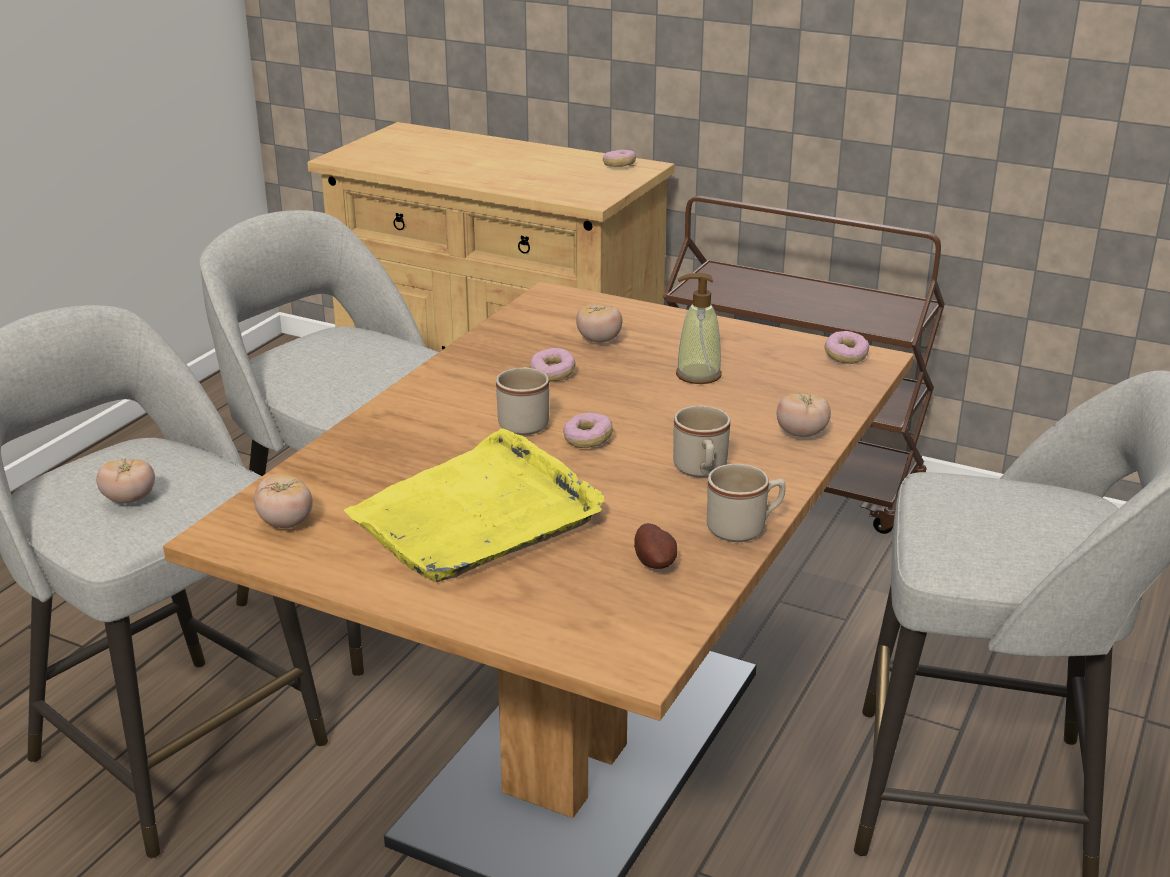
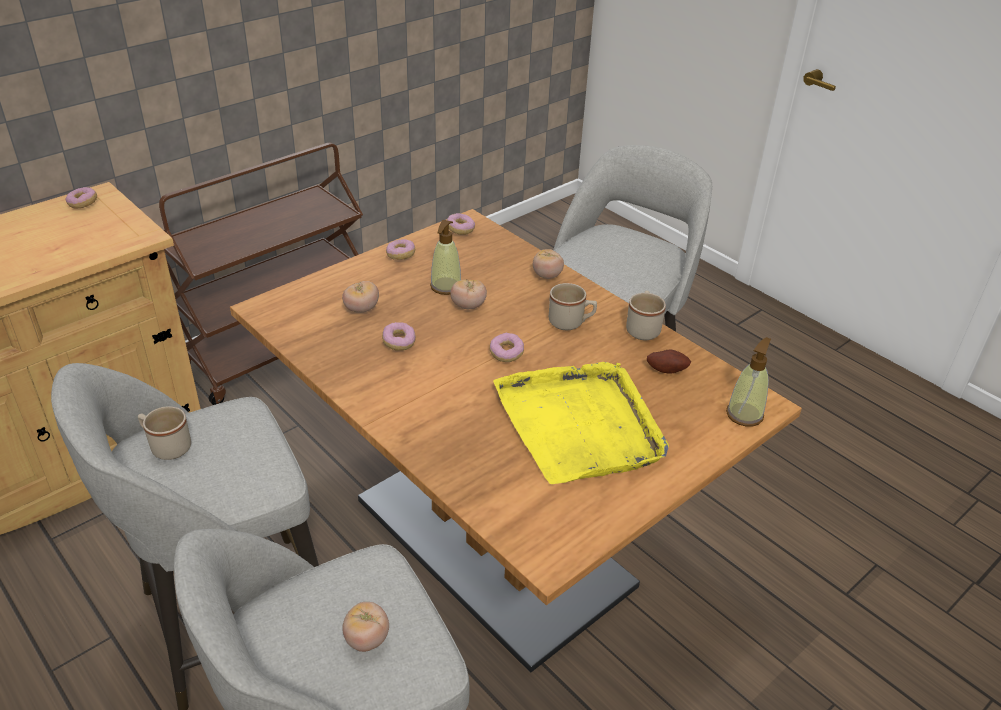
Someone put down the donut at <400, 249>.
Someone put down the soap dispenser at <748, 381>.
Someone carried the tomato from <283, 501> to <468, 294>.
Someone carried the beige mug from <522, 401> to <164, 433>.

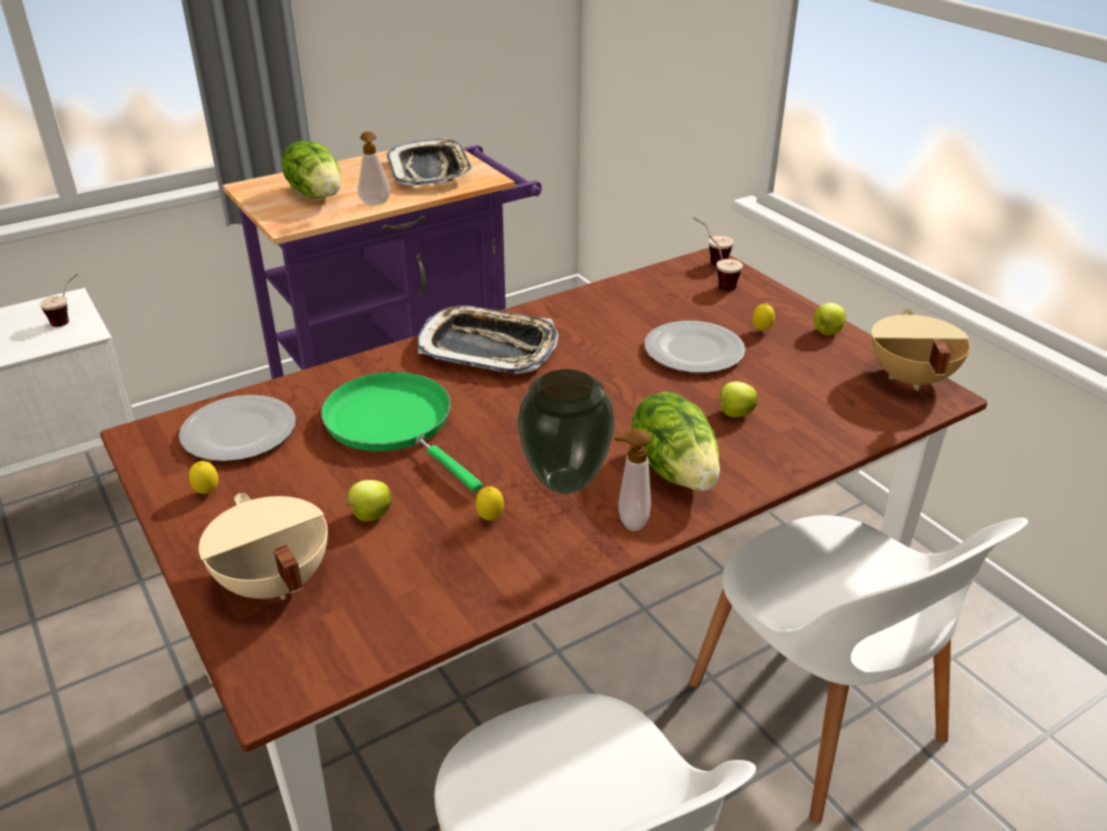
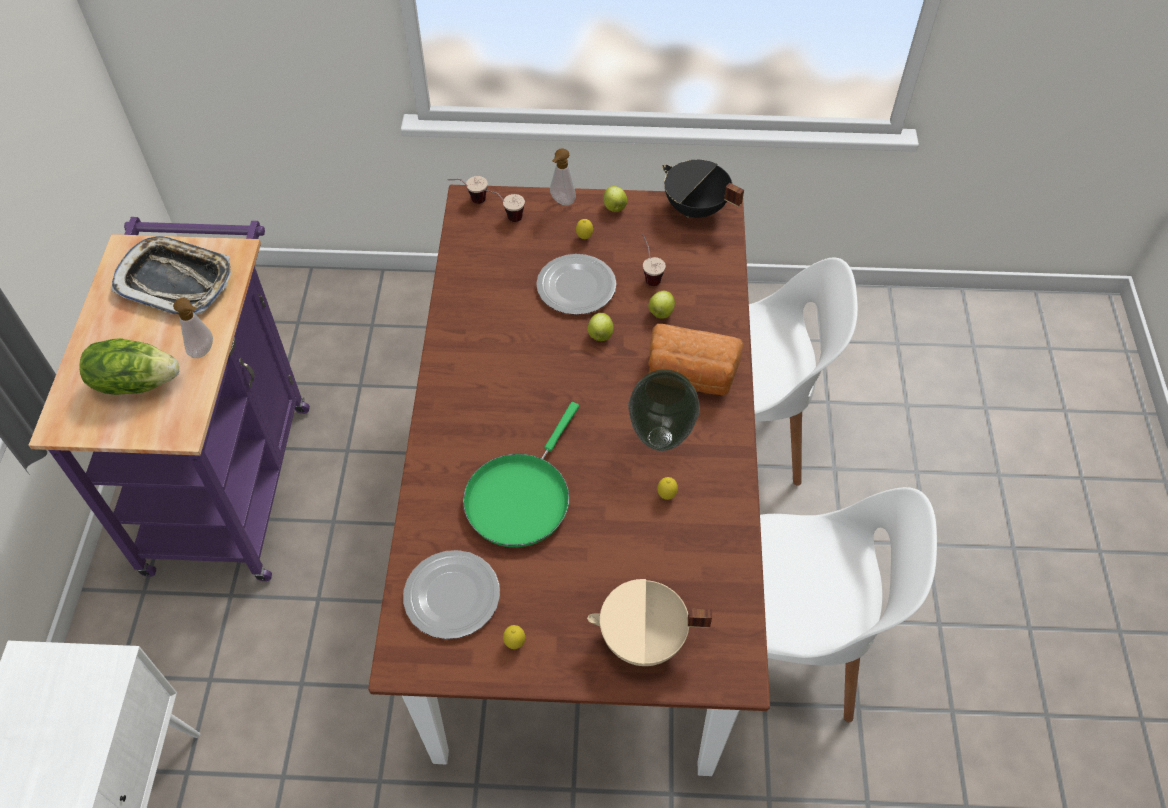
Someone took away the tray at <488, 339>.
Someone carried the cup from <59, 300> to <654, 260>.
Someone carried the apple from <368, 501> to <601, 327>.
Someone carried the soap dispenser from <632, 480> to <563, 176>.
Someone swapped the lettuce at <676, 441> for the bread at <696, 359>.
Someone repainted the beige cooking pot at <920, 349>, which became the black cooking pot at <703, 189>.
Someone rotated the green frying pan at <401, 432> by 60 degrees counterclockwise.

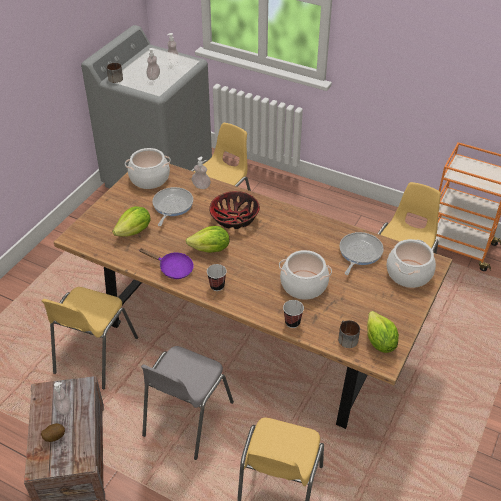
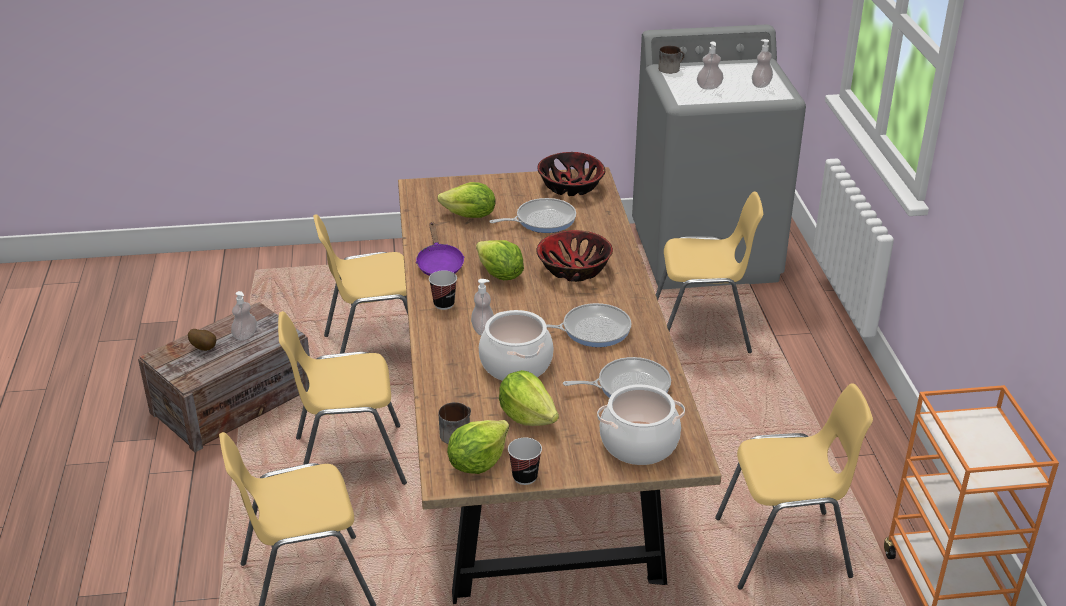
Someone put down the lettuce at <529, 398>.
Someone put down the frying pan at <588, 325>.
Someone carried the soap dispenser from <201, 173> to <482, 307>.
Someone carried the cup from <293, 314> to <525, 461>.
Someone swapped the cooking pot at <148, 168> for the bowl at <571, 174>.
Someone repainted the grey chair at <187, 403>, which became the yellow chair at <342, 398>.

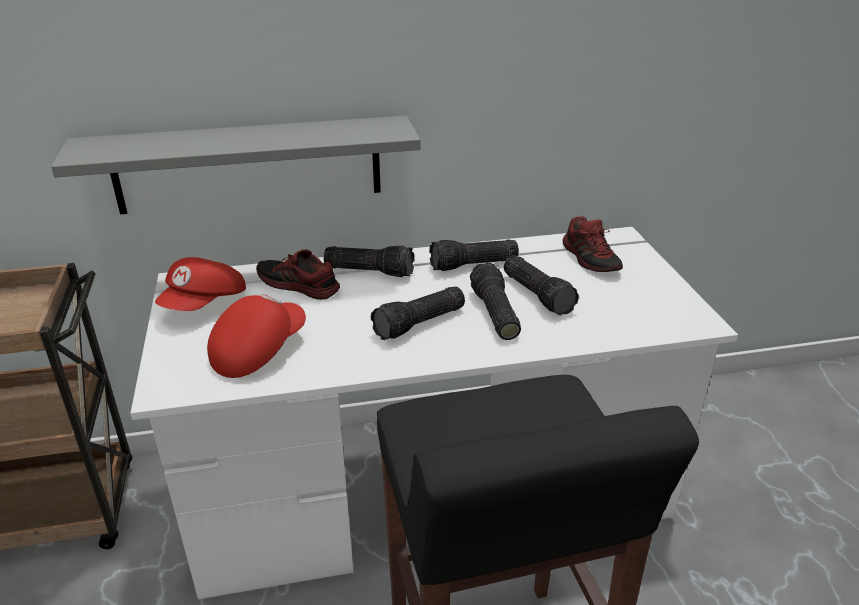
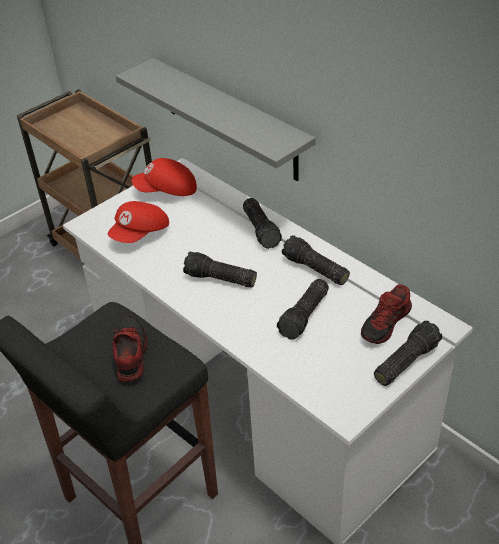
Someone carried the shoe from <298, 274> to <130, 349>.
Someone carried the flashlight from <495, 301> to <408, 353>.
Someone rotated the red cap at <256, 336> by 120 degrees clockwise.

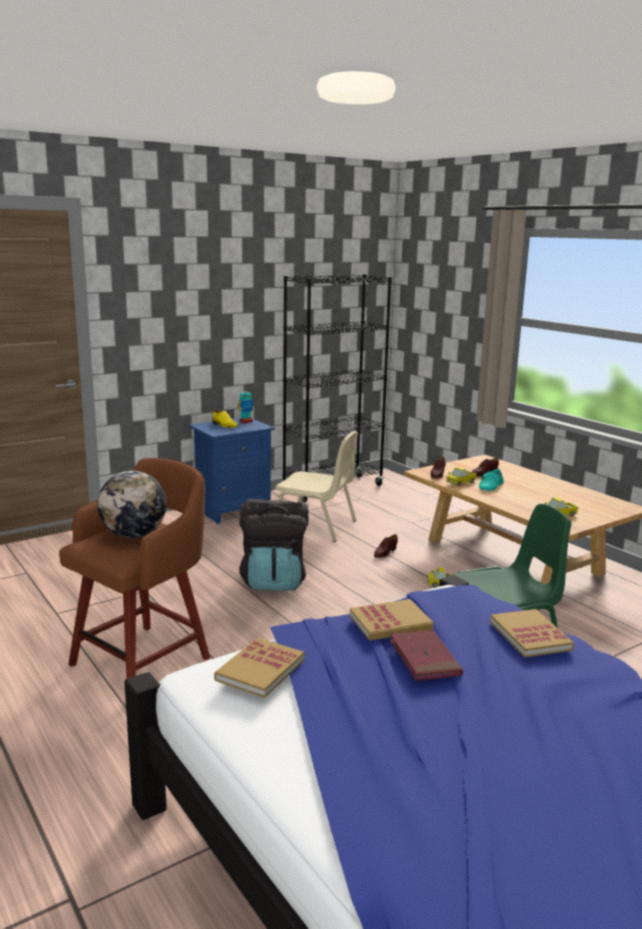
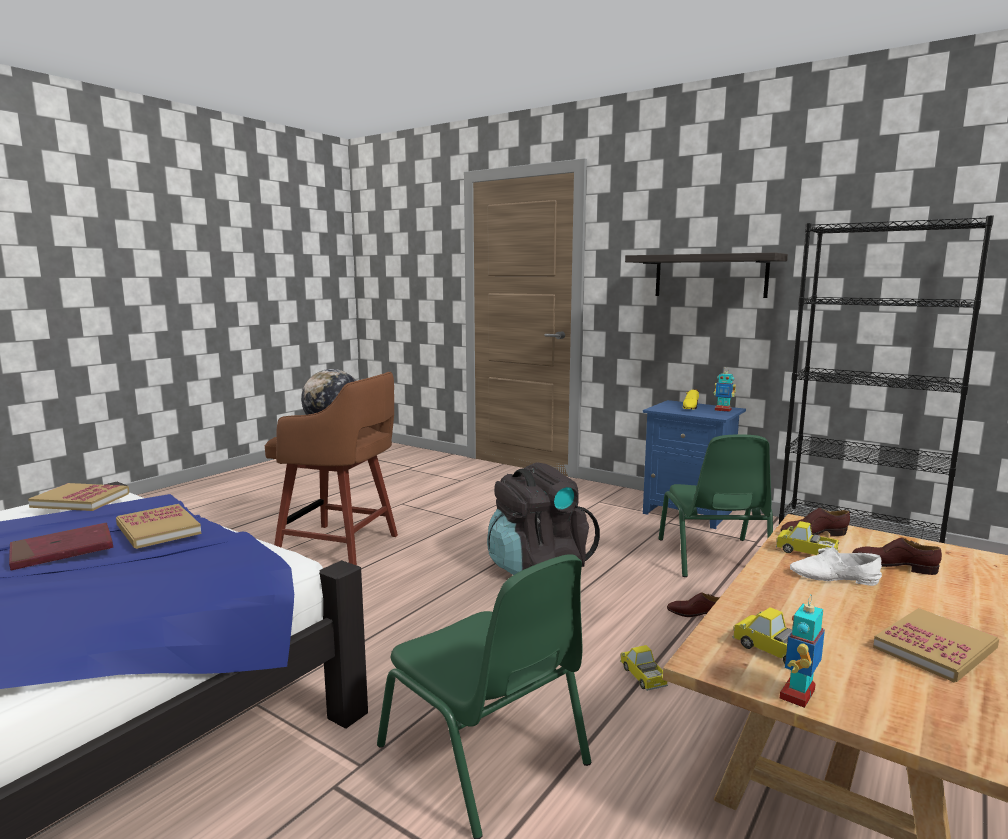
Someone put up the shelf at <706, 275>.
Someone put down the toy robot at <802, 651>.
Someone carried the book from <532, 633> to <936, 645>.
Someone repainted the beige chair at <316, 486>, which became the green chair at <716, 506>.
Someone repainted the turquoise shoe at <491, 480>, which became the white shoe at <836, 566>.

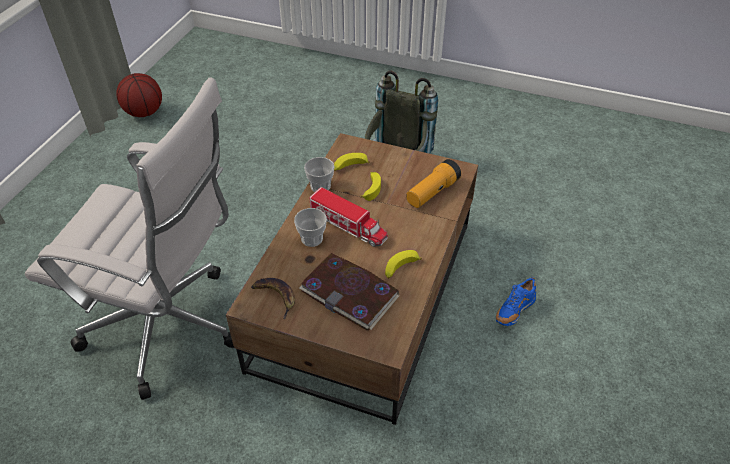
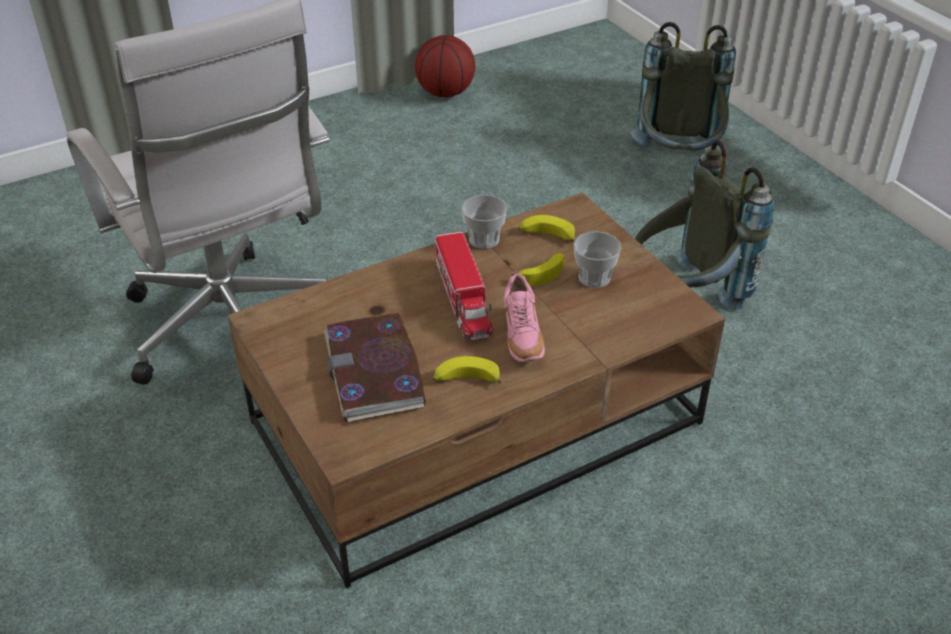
Someone took away the banana at <273, 298>.
Someone took away the flashlight at <433, 183>.
Someone took away the blue shoe at <516, 301>.
Someone put down the pink shoe at <524, 317>.
Someone put down the grey backpack at <683, 86>.
Someone carried the cup from <310, 227> to <597, 259>.

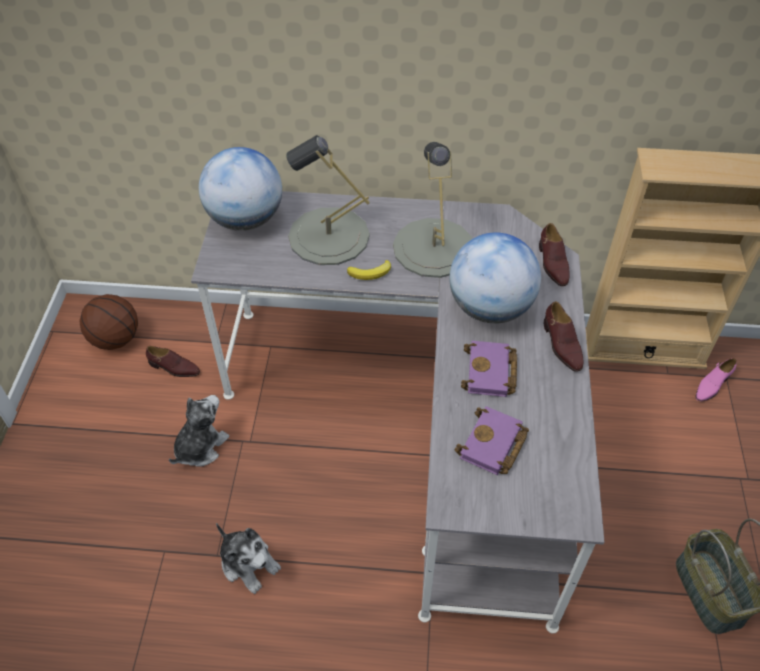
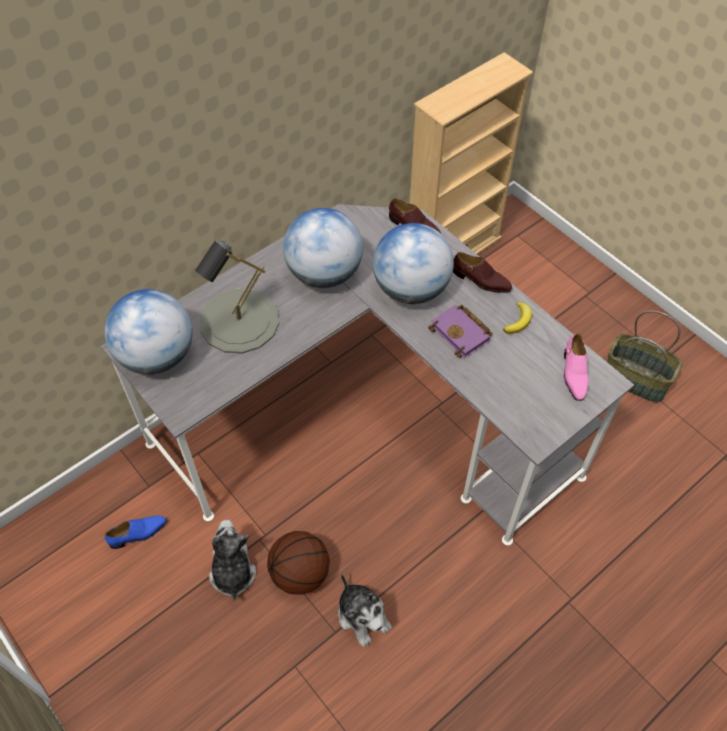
Someone took away the purple book at <491, 440>.
Someone carried the basketball from <109, 322> to <298, 563>.
Someone carried the banana from <369, 270> to <517, 318>.
Someone carried the pink shoe from <716, 380> to <576, 367>.
Someone swapped the grey table lamp at <432, 210> for the globe at <323, 248>.
Someone repainted the brown shoe at <173, 361>, which became the blue shoe at <136, 532>.
Someone rotated the plush toy at <248, 558> by 60 degrees clockwise.

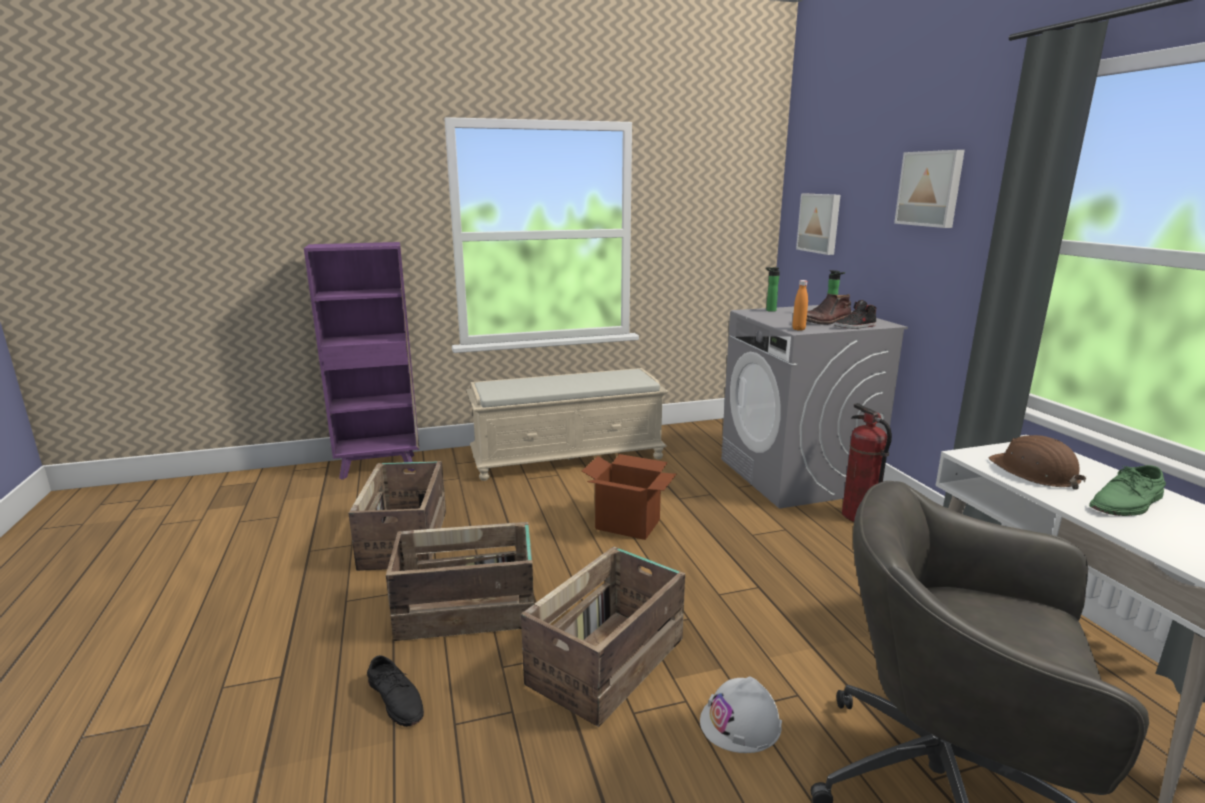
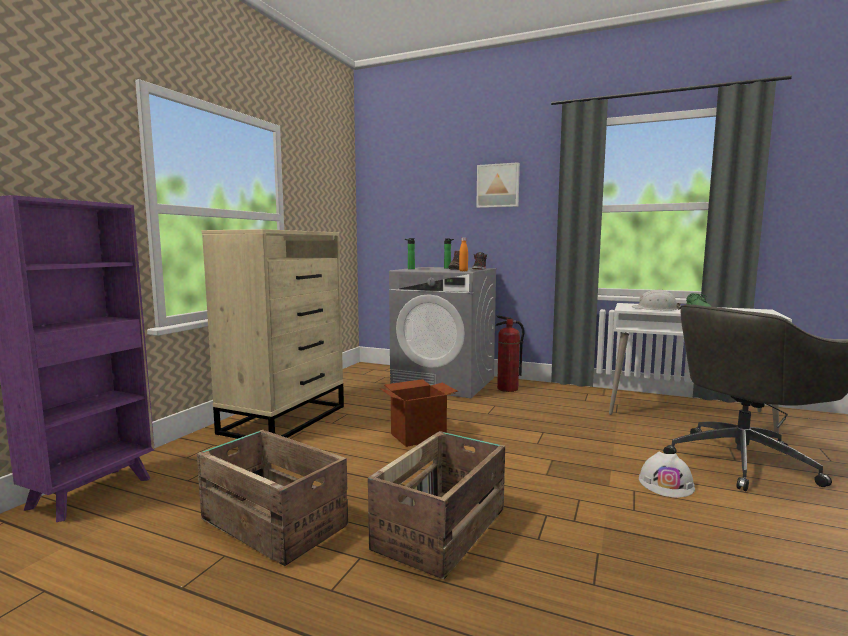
Someone took away the black shoe at <395, 691>.
Someone took away the crate at <603, 636>.
Someone took away the picture at <818, 224>.
Someone swapped the beige bench at <567, 424> for the beige dresser at <273, 334>.
Someone repainted the brown hard hat at <1037, 462>, which became the white hard hat at <656, 300>.

